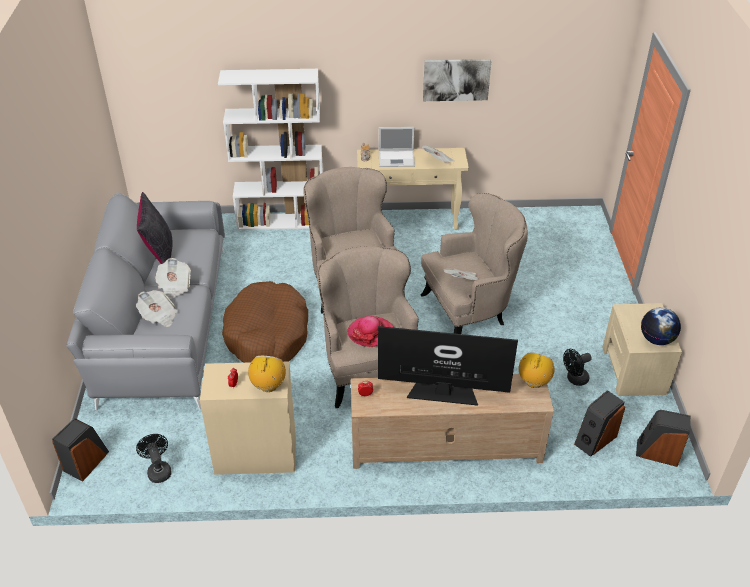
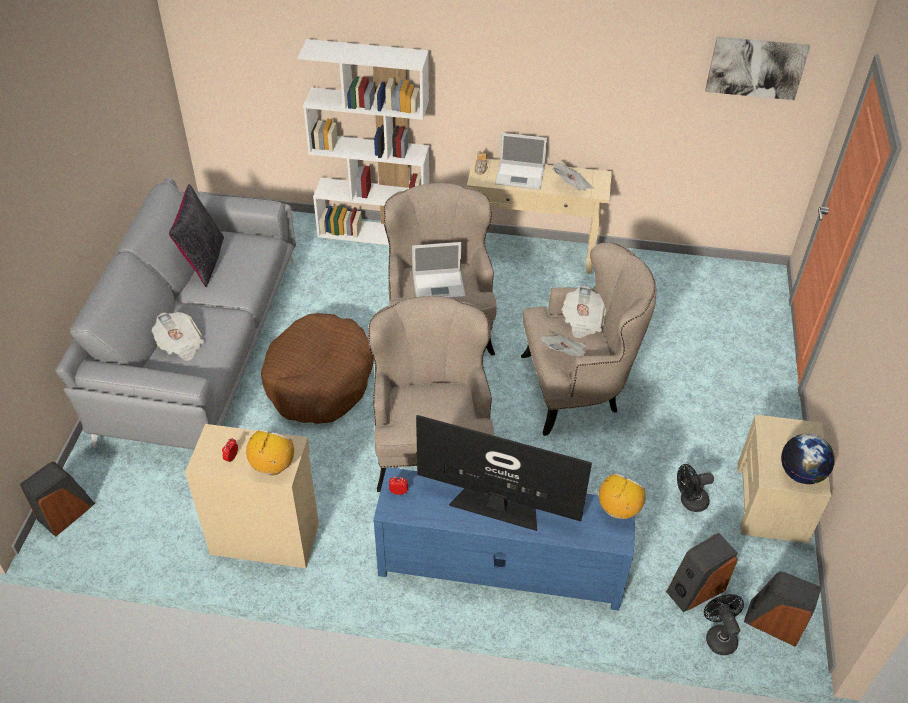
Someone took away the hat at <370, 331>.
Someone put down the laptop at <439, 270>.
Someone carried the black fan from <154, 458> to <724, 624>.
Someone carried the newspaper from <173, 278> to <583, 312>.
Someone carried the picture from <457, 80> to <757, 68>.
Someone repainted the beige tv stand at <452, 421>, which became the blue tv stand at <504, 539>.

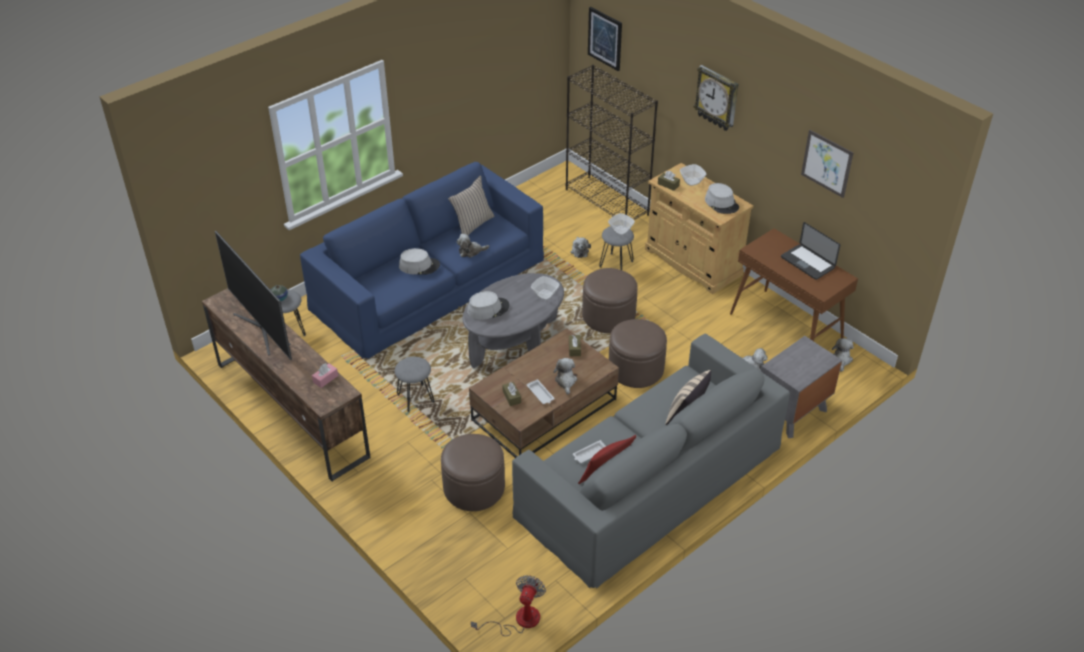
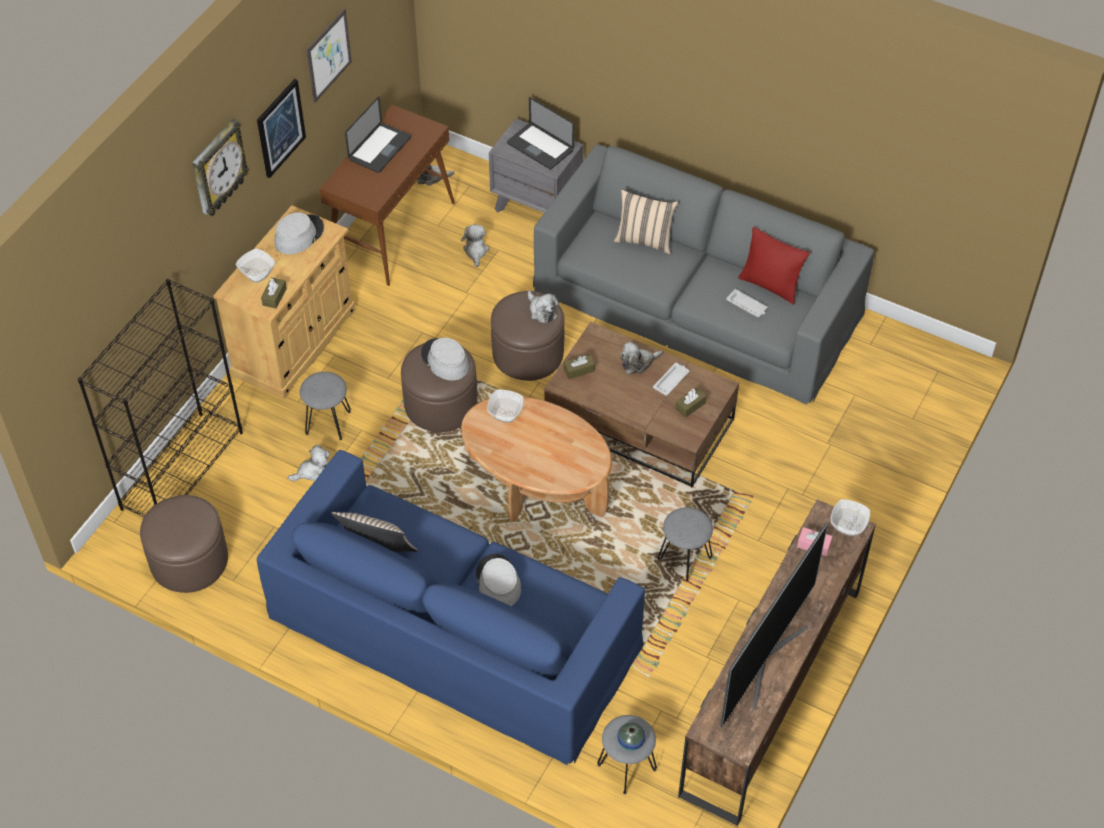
Someone took away the fan at <508, 605>.
Someone put down the laptop at <540, 133>.
Someone carried the brown ottoman from <473, 472> to <184, 544>.
Someone carried the plush toy from <472, 245> to <543, 307>.
Someone carried the grey hat from <488, 305> to <445, 359>.
Someone carried the picture from <605, 39> to <281, 128>.
Someone carried the bowl from <621, 224> to <850, 517>.
Someone repainted the grey coffee table at <513, 320>, which became the brown coffee table at <536, 459>.

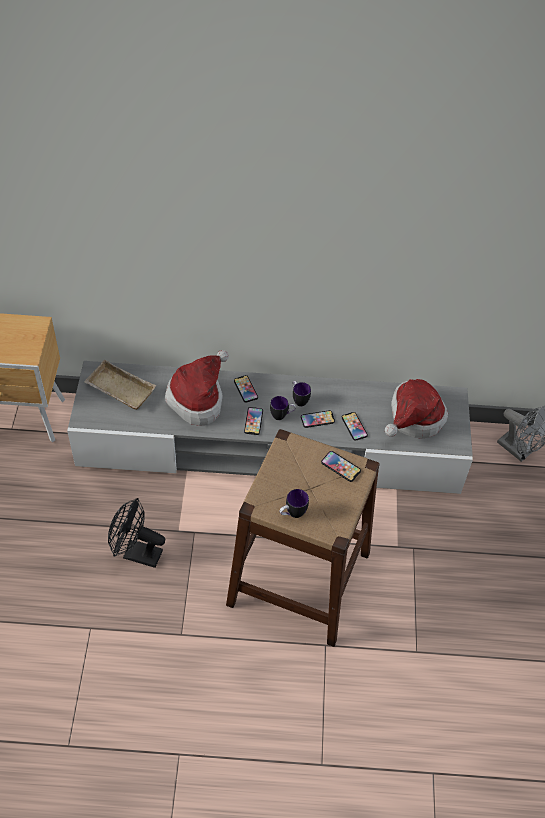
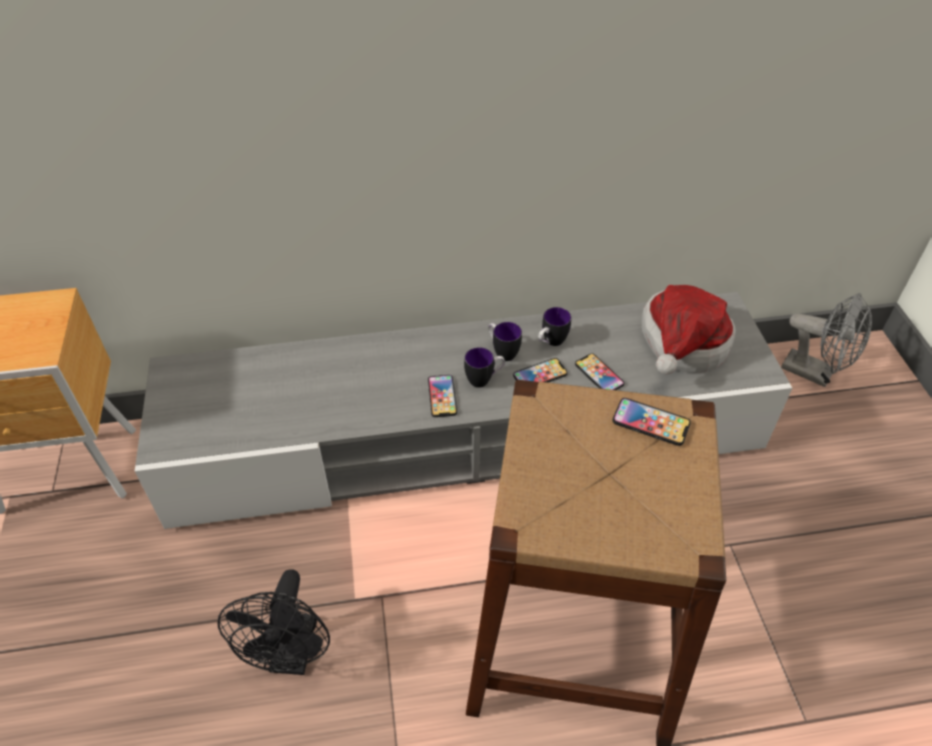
Someone took away the beige tray at <120, 385>.
Someone took away the hat at <197, 388>.
Someone took away the phone at <246, 389>.
Someone carried the mug from <294, 503> to <554, 326>.
Someone rotated the black fan at <136, 533> by 90 degrees counterclockwise.

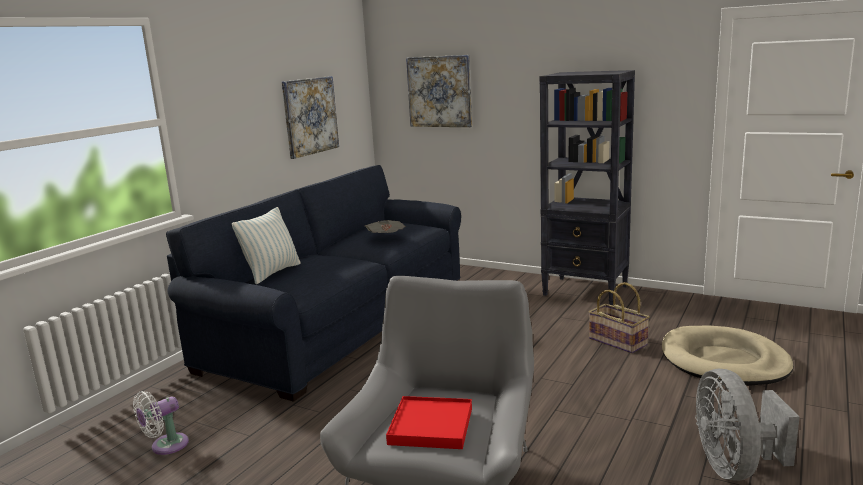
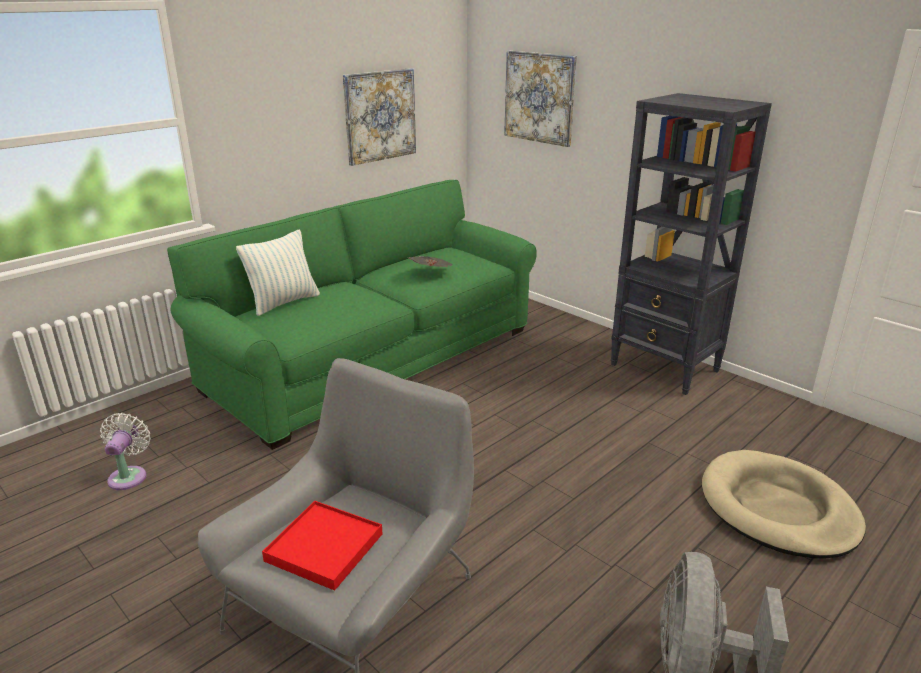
Someone took away the basket at <619, 317>.
Someone repainted the blue sofa at <313, 283>, which became the green sofa at <352, 315>.
Someone rotated the white fan at <161, 423> by 120 degrees clockwise.

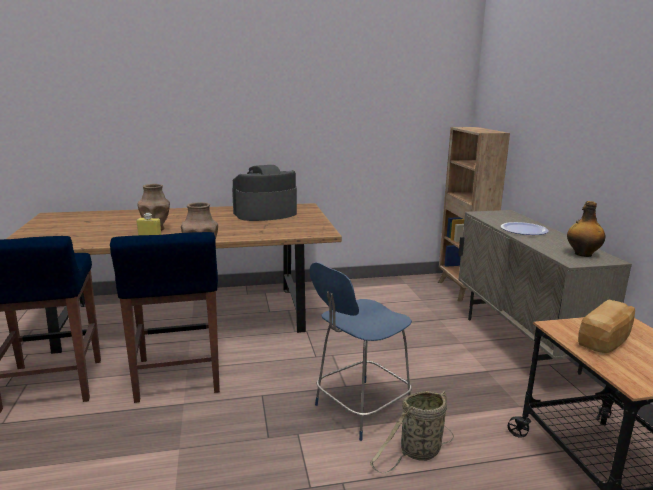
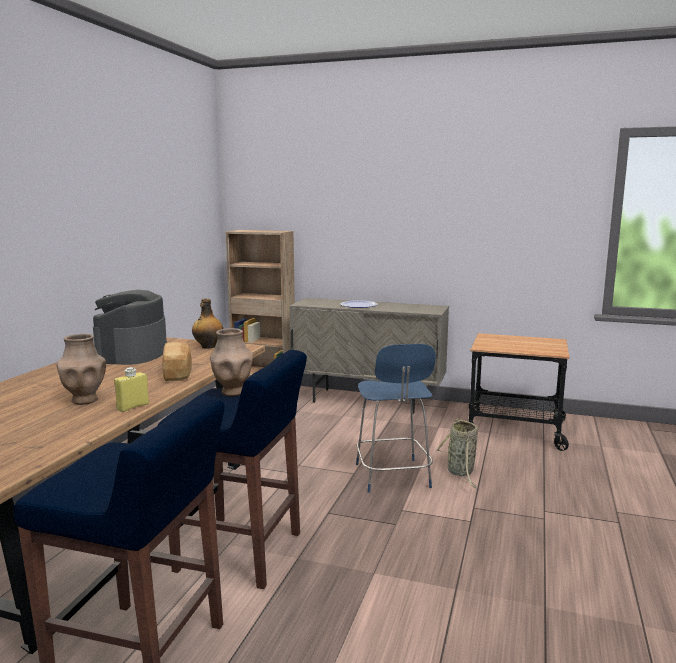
Someone carried the bottle from <586, 229> to <207, 324>.
Someone carried the bread from <606, 326> to <177, 361>.

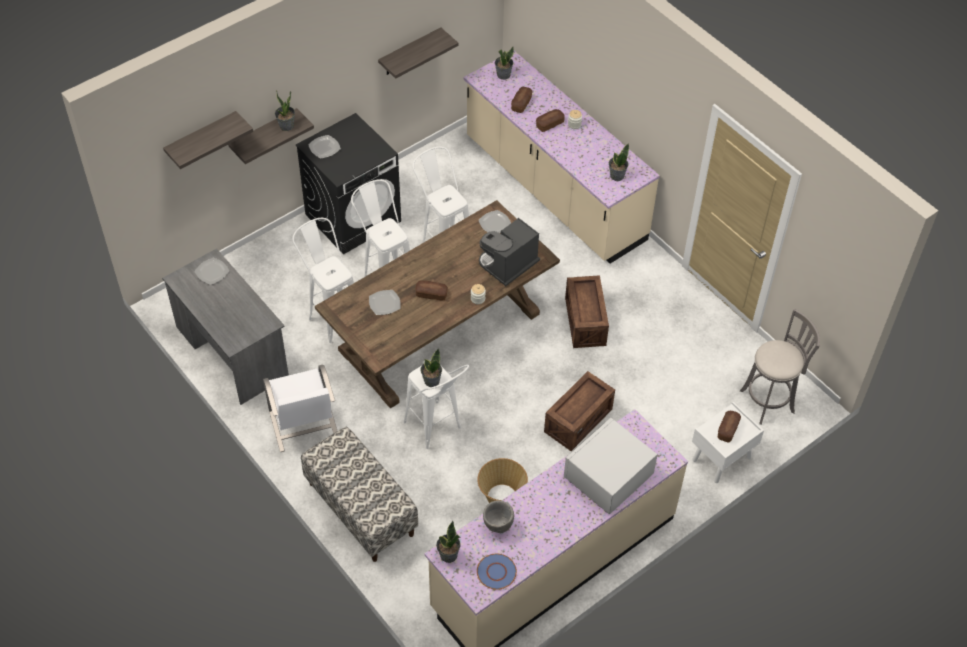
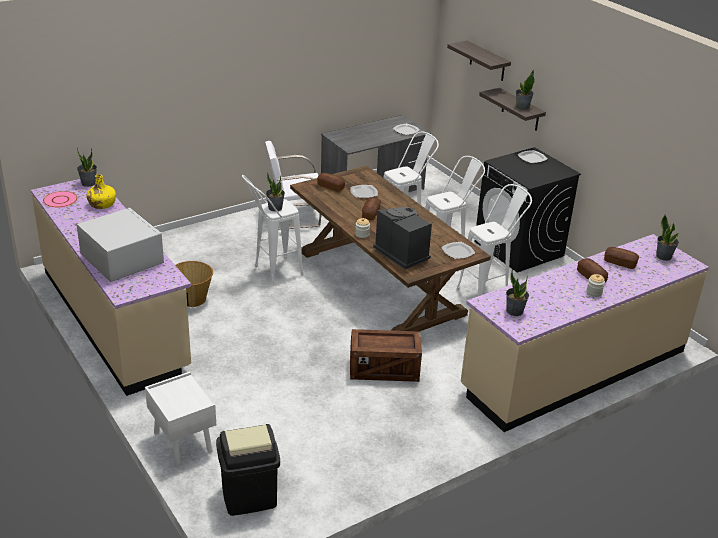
Someone took away the bench at <359, 494>.
Someone took away the shelf at <418, 53>.
Someone took away the crate at <579, 411>.
Someone carried the bread from <729, 426> to <331, 182>.
Someone swapped the grey bowl at <498, 516> for the yellow bottle at <101, 191>.
Someone swapped the grey stool at <780, 367> for the black trash can at <248, 470>.
Someone repainted the blue plate at <497, 572>, which became the pink plate at <60, 199>.

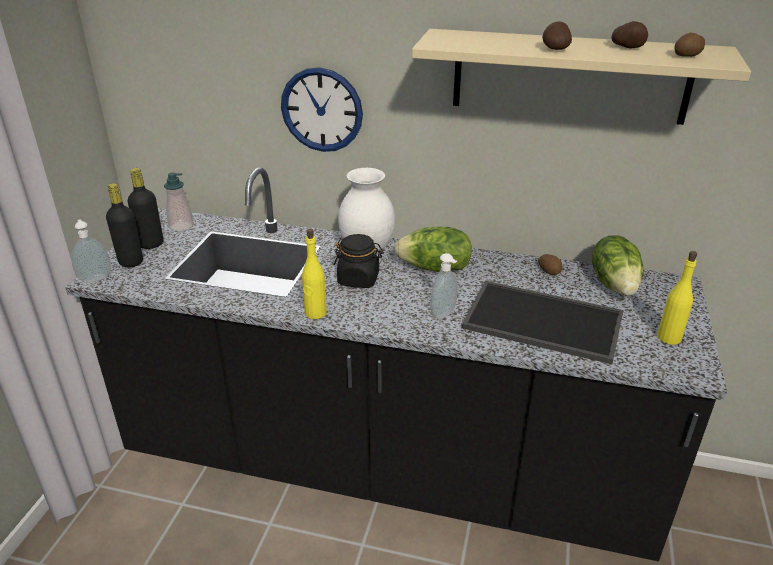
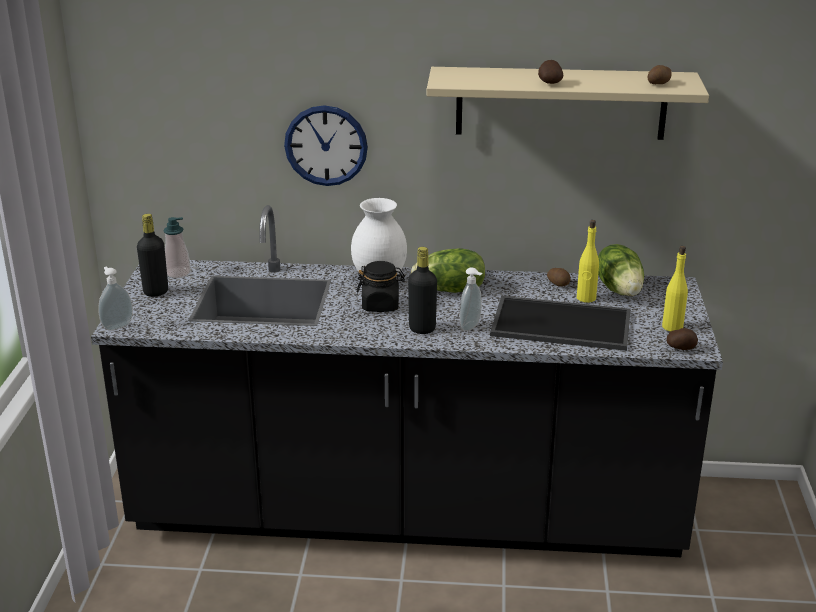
Someone carried the black bottle from <124, 225> to <422, 290>.
Someone carried the yellow bottle from <314, 274> to <588, 261>.
Someone carried the potato from <629, 34> to <682, 339>.

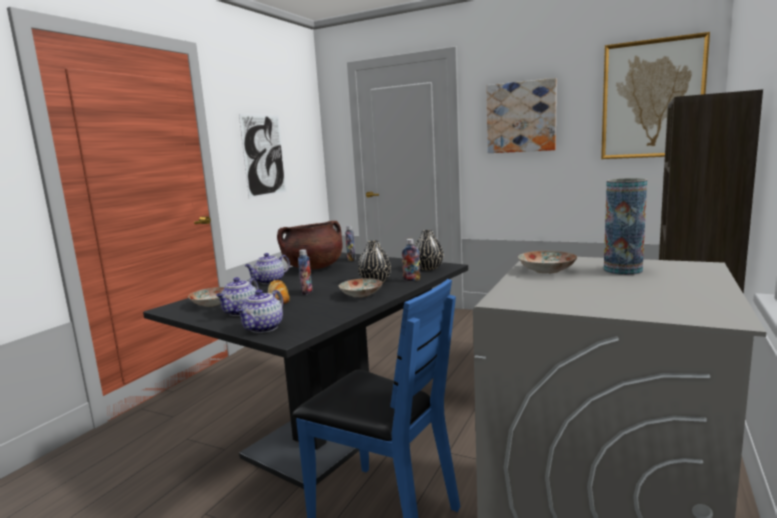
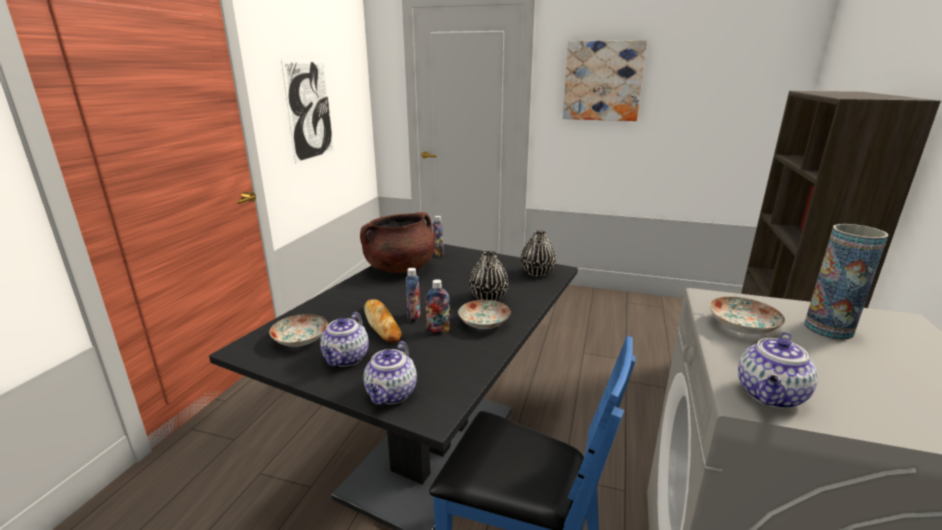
Someone took away the picture at <655, 95>.
Someone carried the teapot from <267, 268> to <778, 370>.
Someone carried the bottle from <411, 260> to <437, 306>.

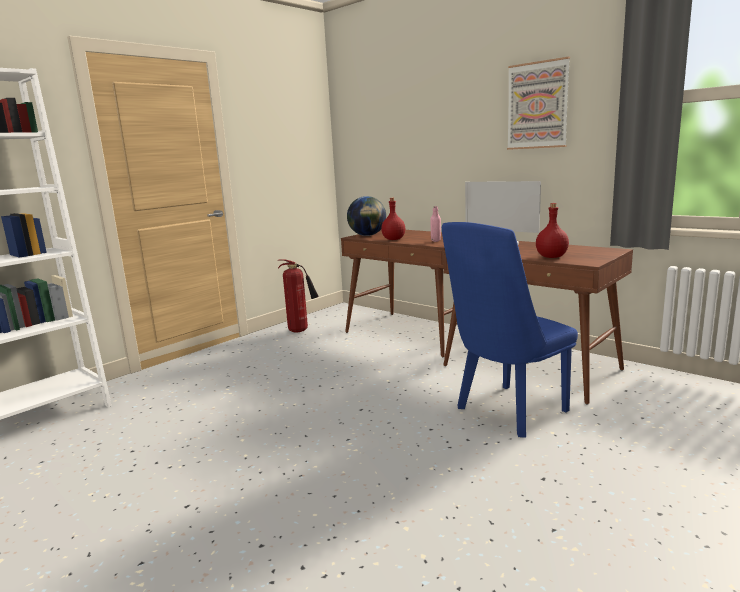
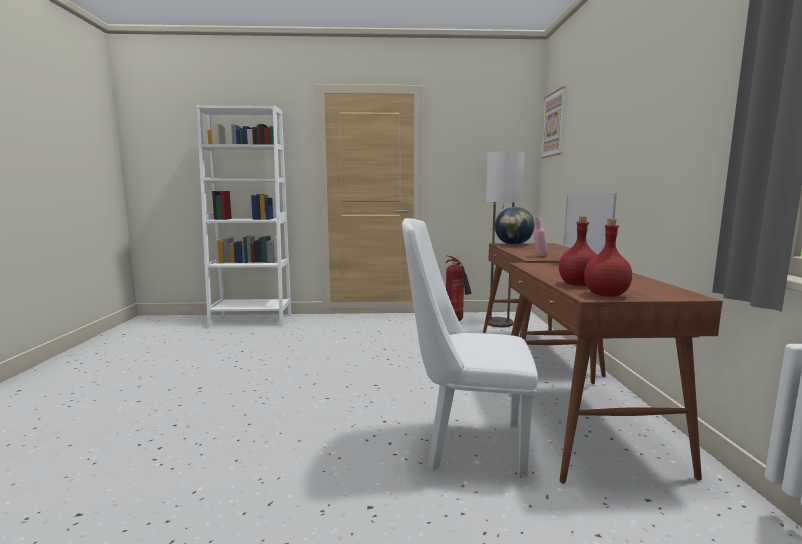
Someone put down the floor lamp at <505, 239>.
Someone carried the red bottle from <393, 219> to <608, 258>.
Someone carried the picture from <538, 103> to <553, 122>.
Someone repainted the blue chair at <510, 330>, which became the white chair at <470, 347>.

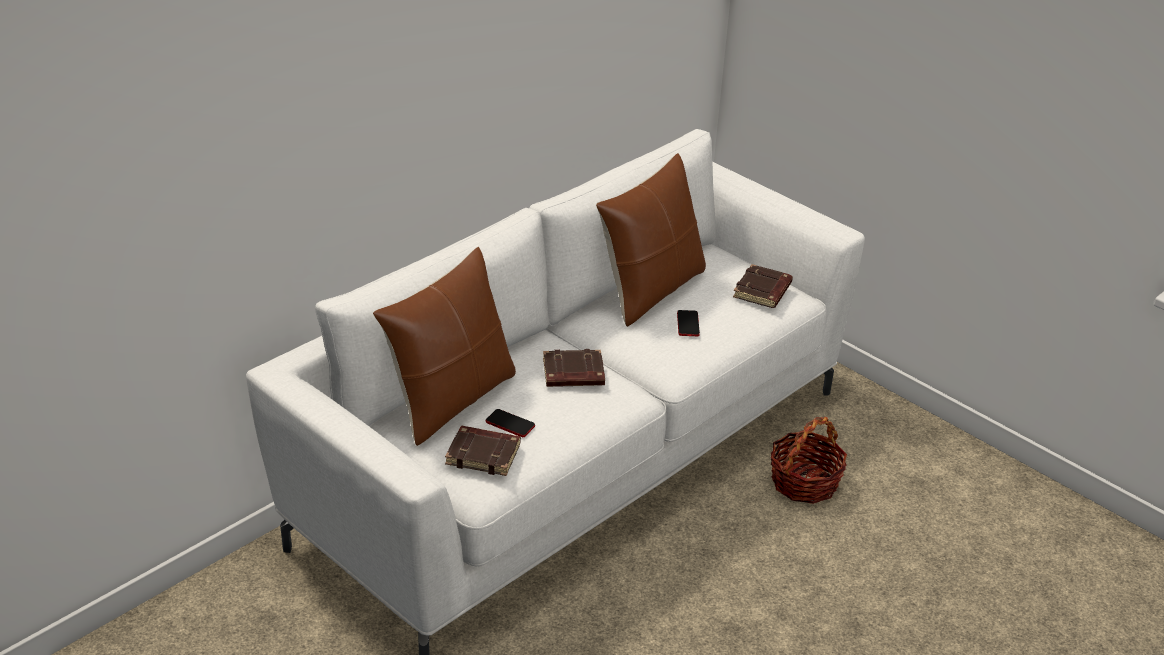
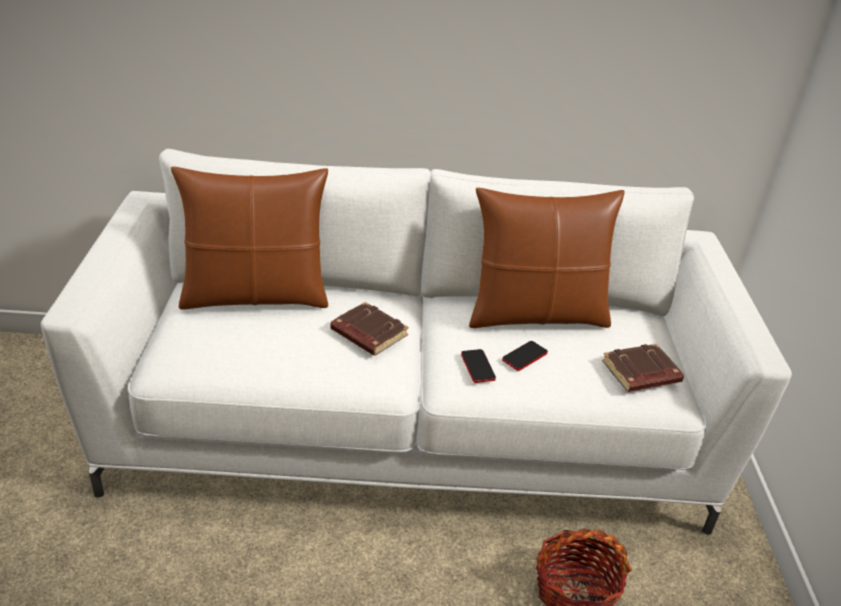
Someone took away the brown book at <483, 451>.
Someone carried the phone from <510, 423> to <478, 366>.

